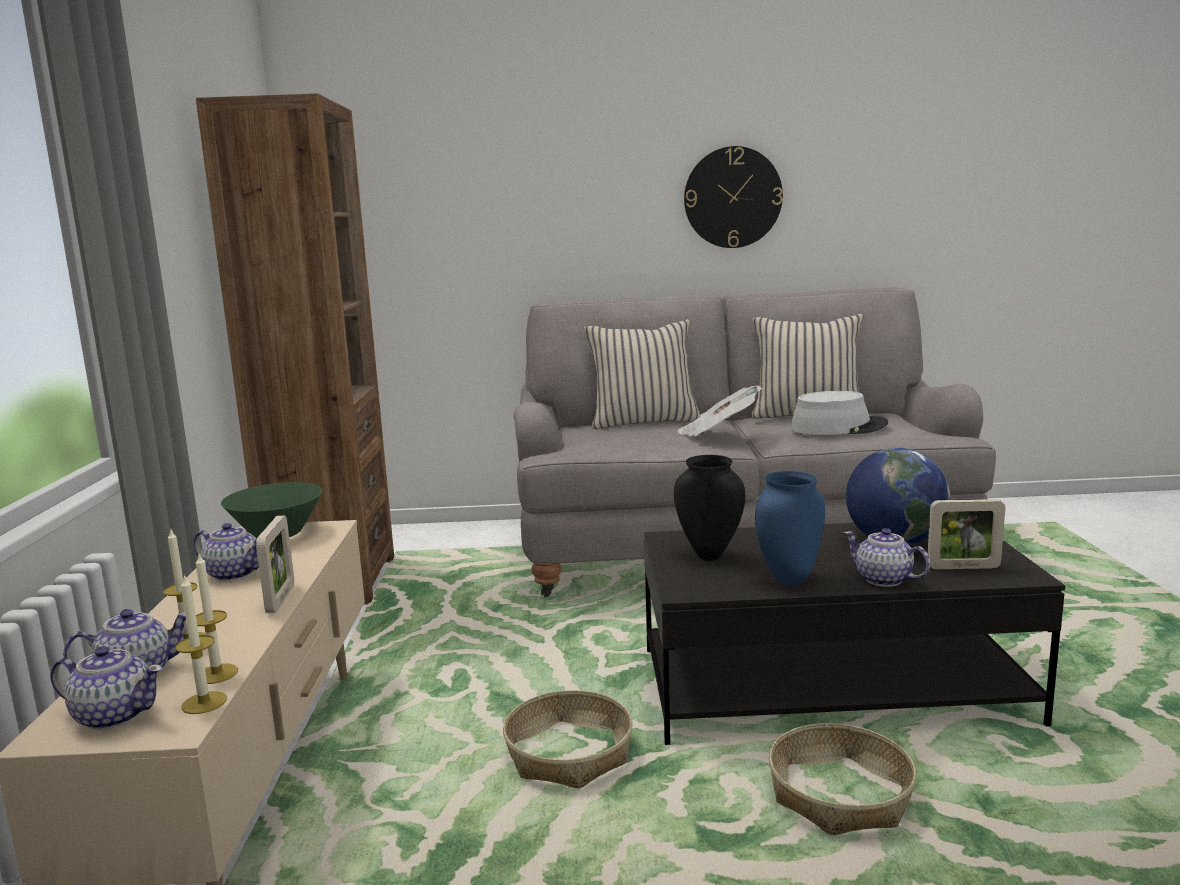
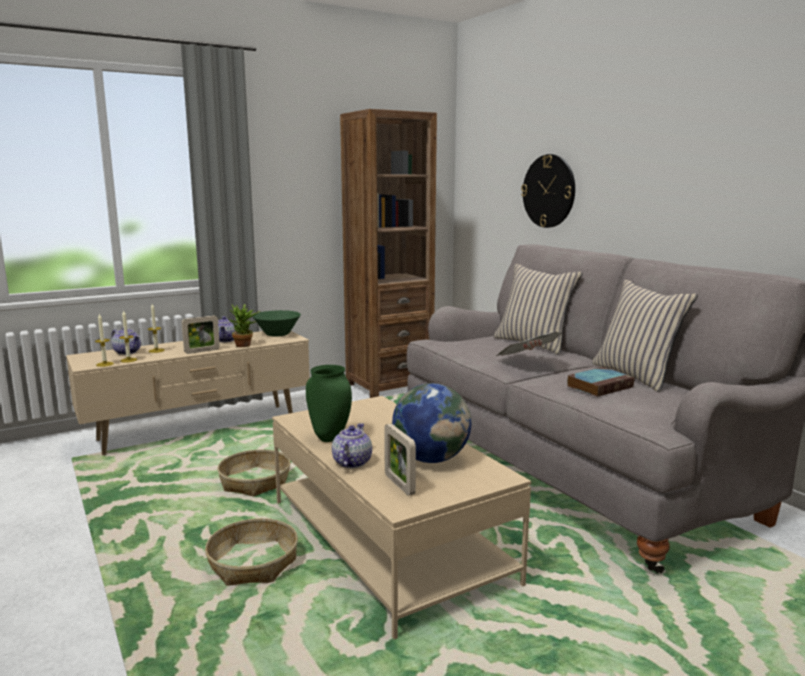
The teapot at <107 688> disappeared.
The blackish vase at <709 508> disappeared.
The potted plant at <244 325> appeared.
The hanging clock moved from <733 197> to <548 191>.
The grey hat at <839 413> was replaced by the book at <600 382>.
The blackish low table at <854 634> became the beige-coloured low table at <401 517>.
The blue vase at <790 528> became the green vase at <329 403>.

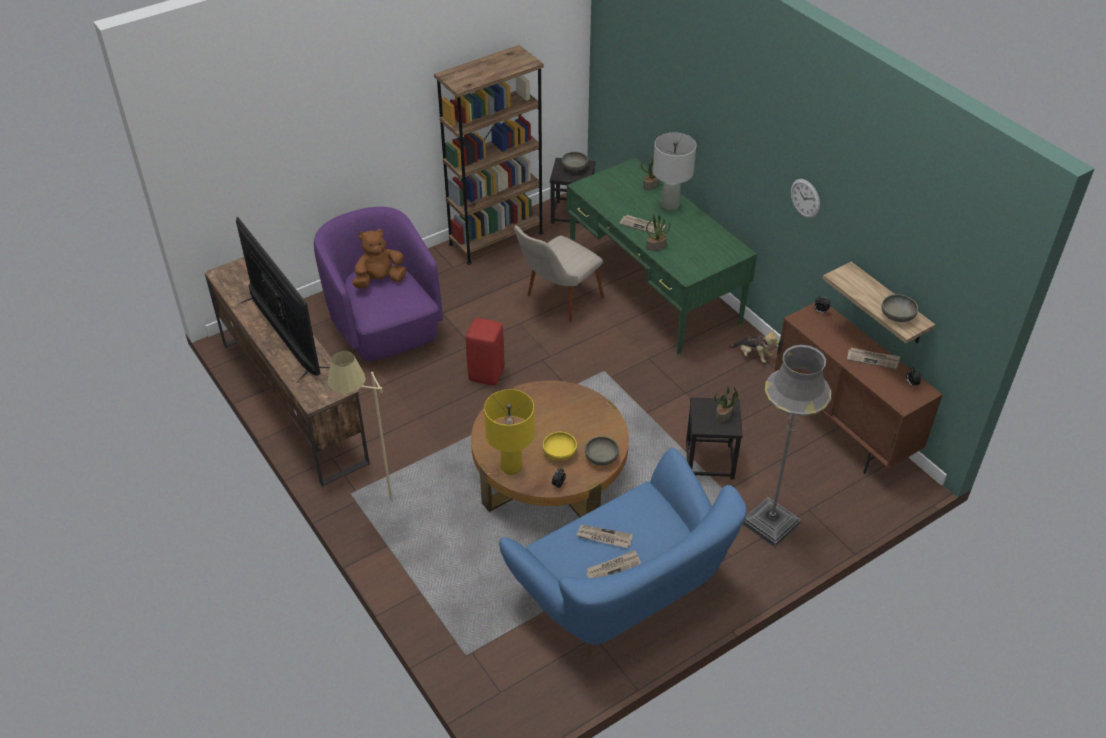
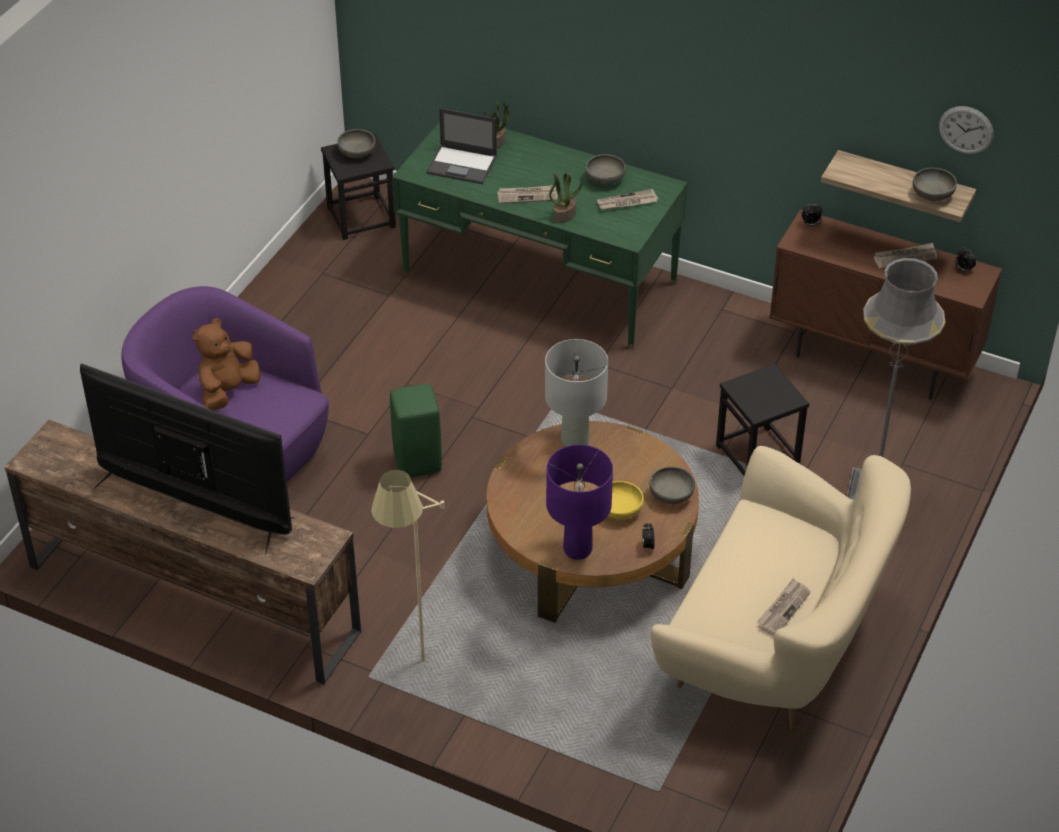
The brownish bookcase at <489 155> disappeared.
The beige-coloured chair at <559 273> disappeared.
The potted plant at <726 404> disappeared.
The cuddly toy at <754 346> disappeared.
The portable computer at <461 146> appeared.
The grey deep dish at <605 169> appeared.
The daily paper moved from <605 536> to <627 200>.
The grey table lamp moved from <674 172> to <576 393>.
The hanging clock moved from <805 199> to <966 130>.
The red-coloured stool at <485 351> became the green stool at <416 430>.
The yellow table lamp at <509 432> became the purple-coloured table lamp at <579 502>.
The blue sofa at <623 553> became the beige-coloured sofa at <780 588>.

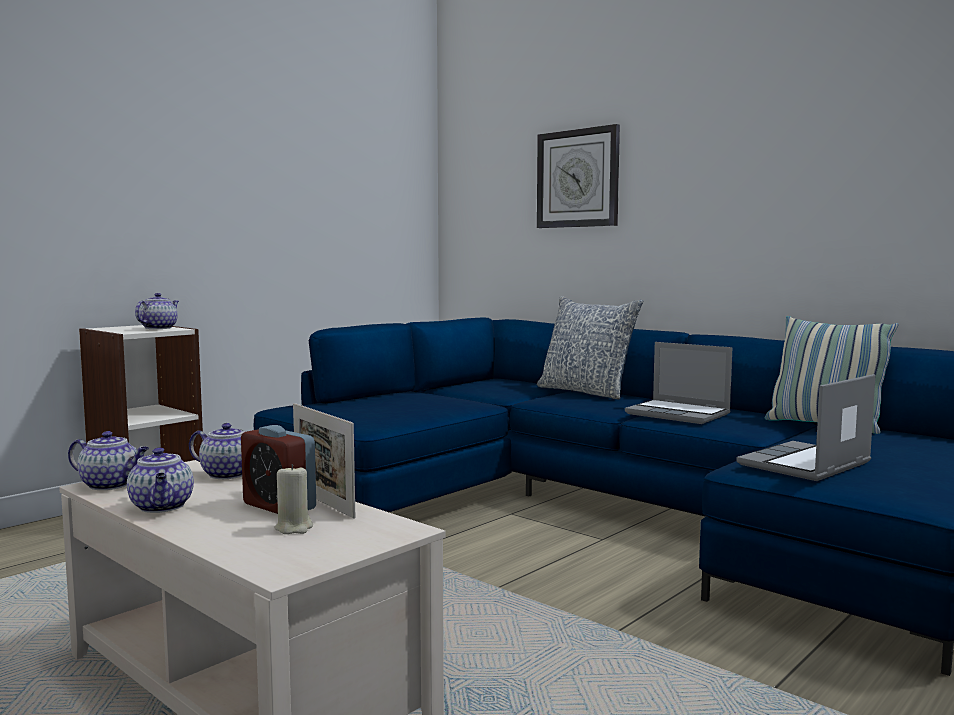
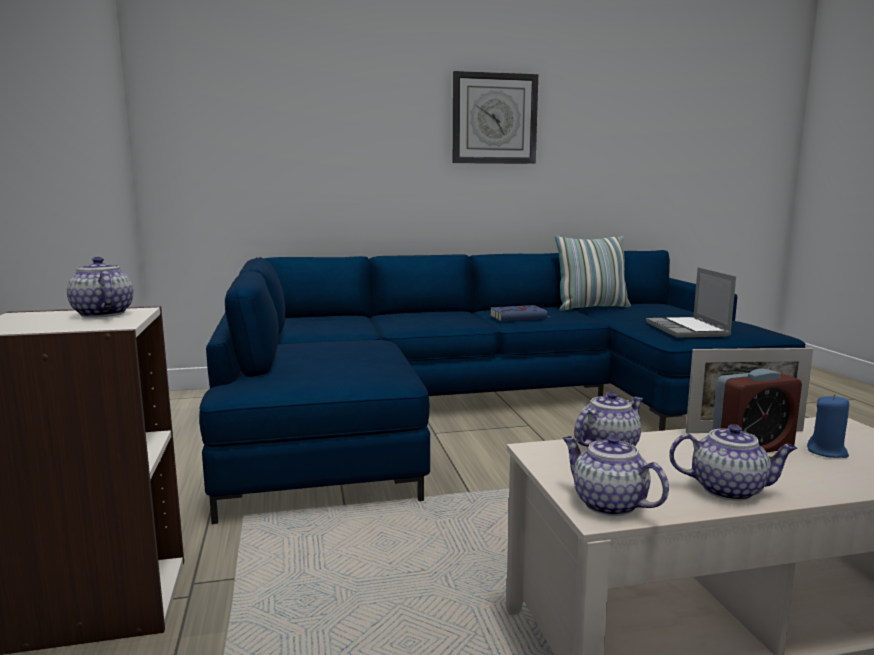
The cushion at <590 348> disappeared.
The hanging clock moved from <578 176> to <495 117>.
The portable computer at <678 383> was replaced by the blue book at <520 313>.
The beige-coloured wax candle at <293 499> became the blue wax candle at <828 426>.
The teapot at <108 460> turned 90 degrees counterclockwise.

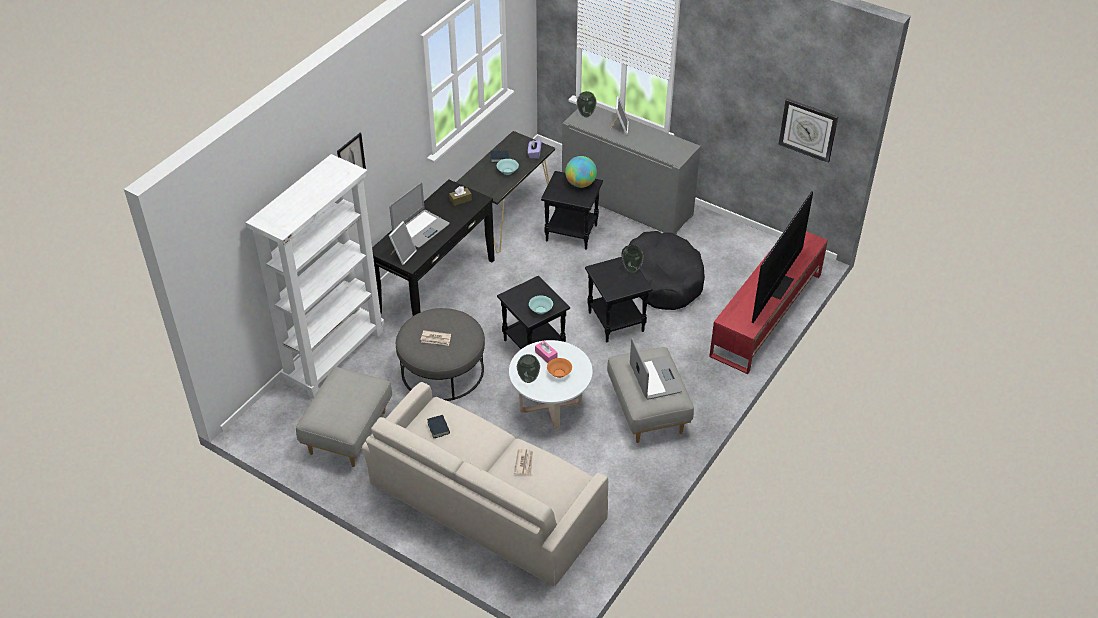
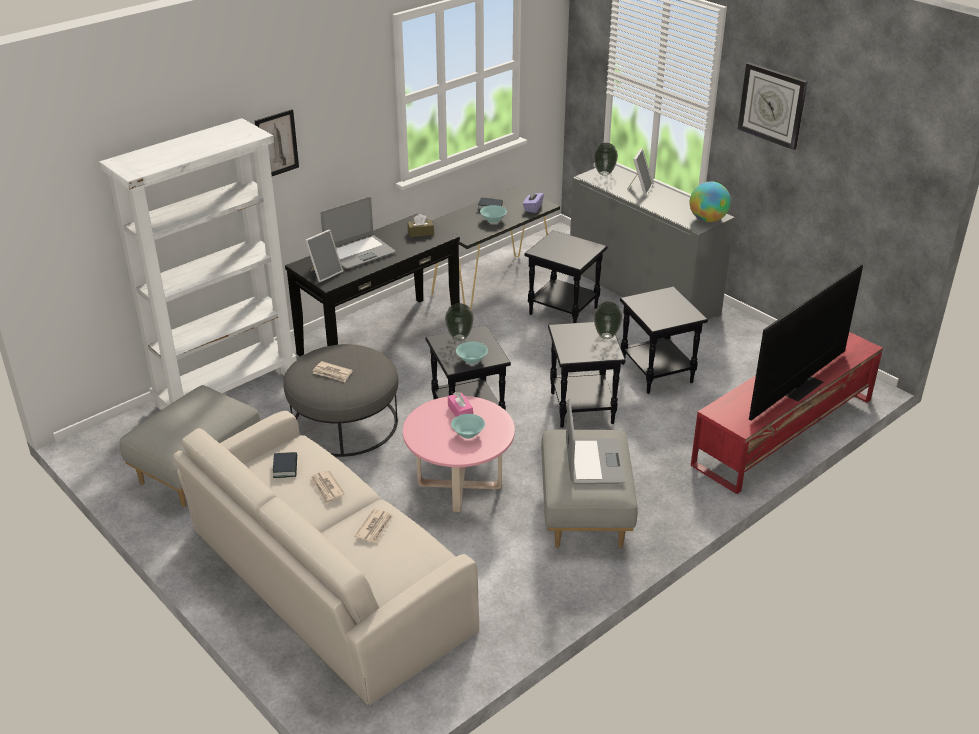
The daily paper at <327 486> appeared.
The vase moved from <528 368> to <459 322>.
The desk globe moved from <581 172> to <710 201>.
The hanging clock moved from <808 130> to <772 106>.
The blackish dog bed at <663 270> was replaced by the blackish side table at <664 340>.
The white-coloured low table at <551 385> became the pink-coloured low table at <459 454>.
The orangey deep dish at <559 368> became the blue-green deep dish at <468 426>.

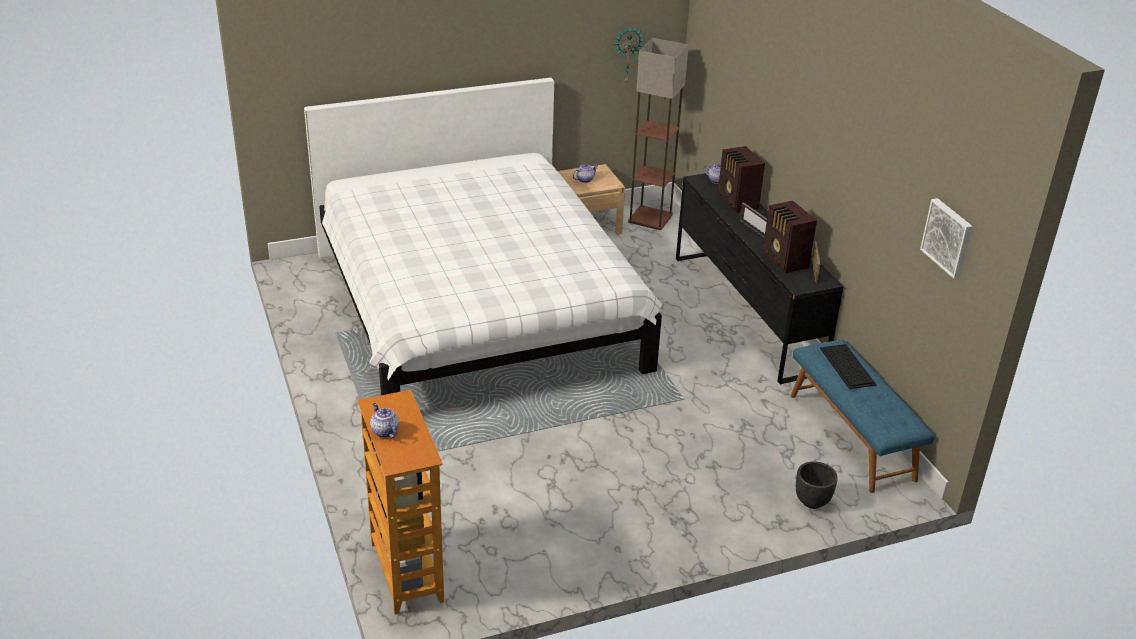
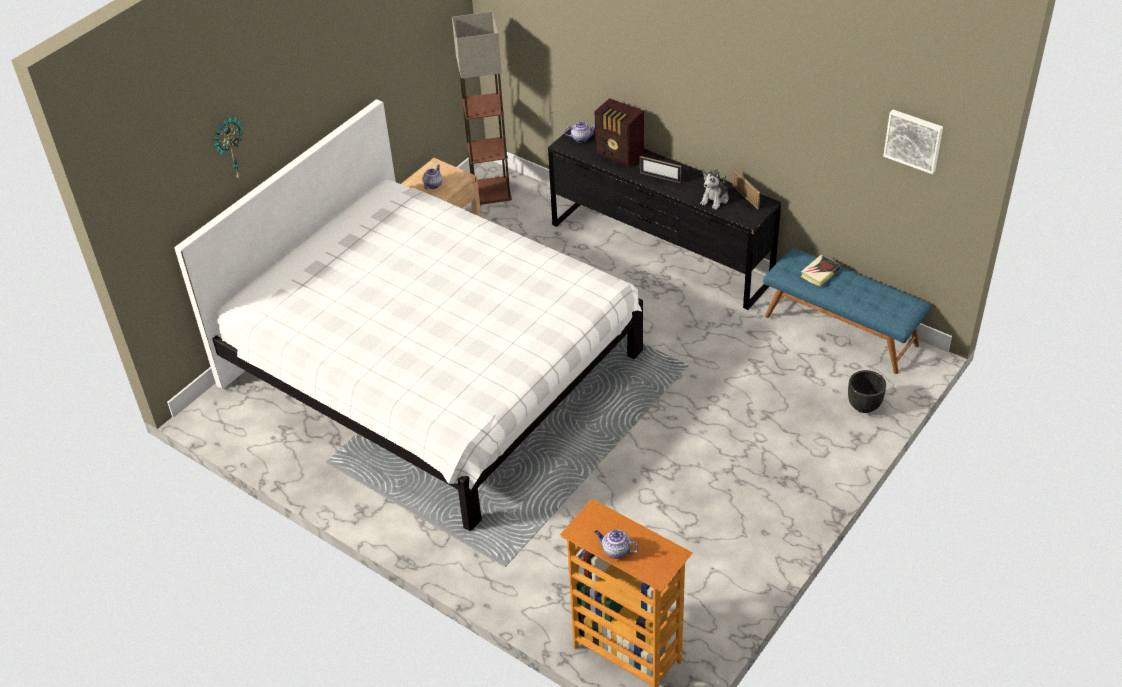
The hanging clock moved from <630 55> to <228 148>.
The radio at <789 237> was replaced by the cuddly toy at <714 189>.
The computer keyboard at <848 366> was replaced by the book at <821 271>.

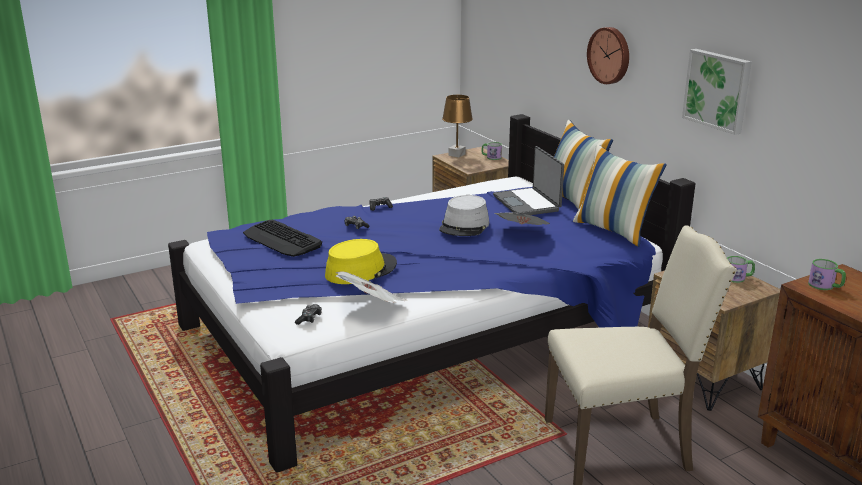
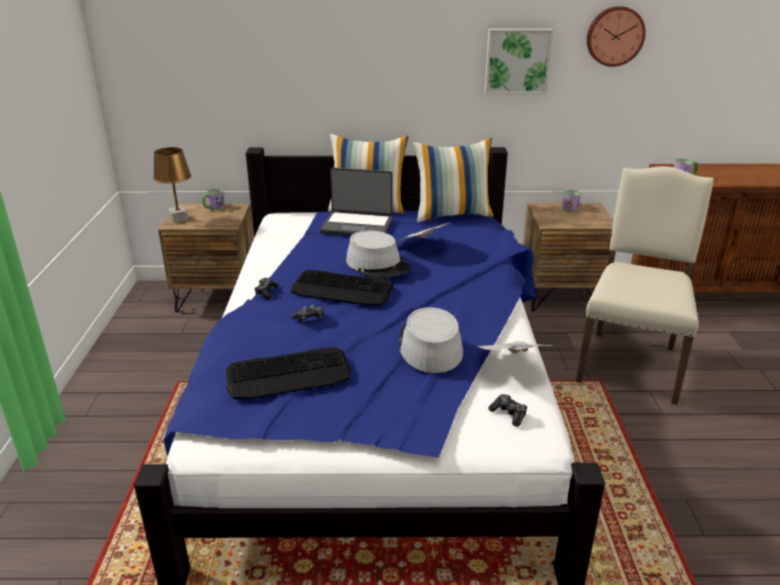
The computer keyboard at <342 287> appeared.
The hanging clock moved from <608 55> to <616 36>.
The yellow hat at <361 261> became the grey hat at <431 340>.

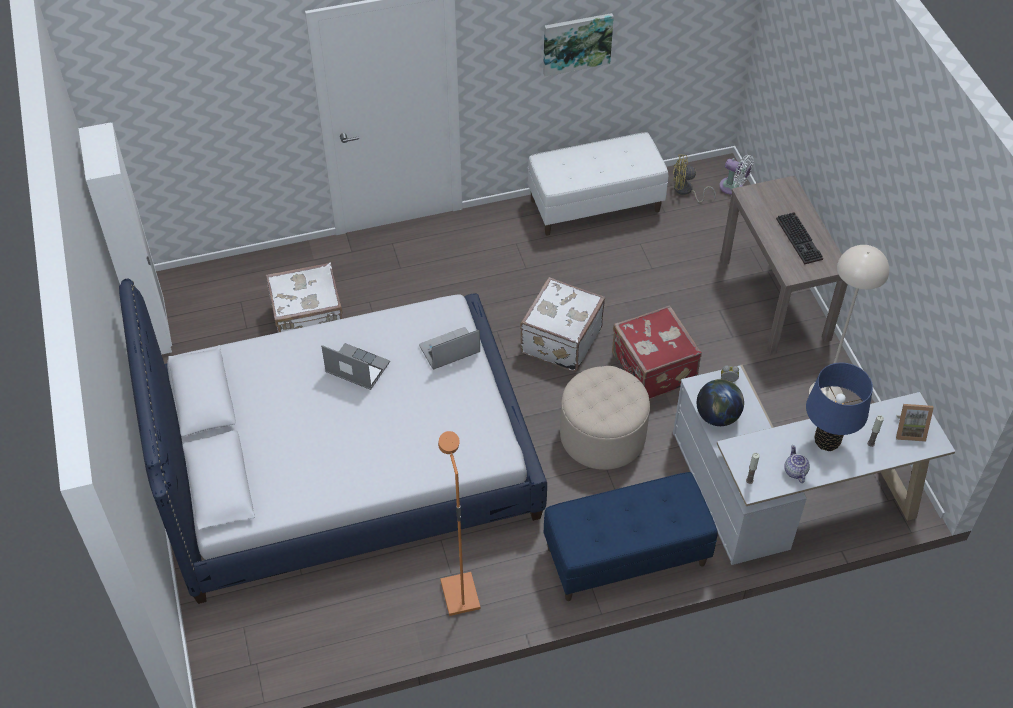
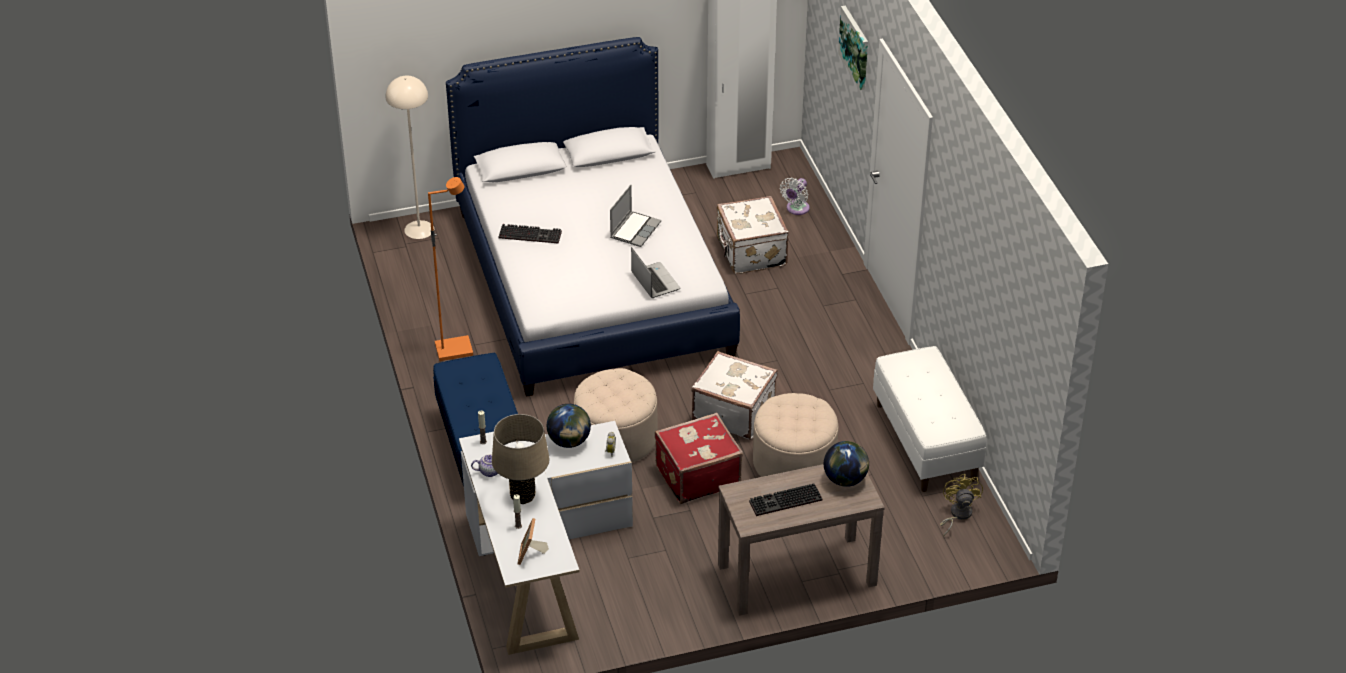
The computer keyboard at <530 234> appeared.
The beige-coloured pouffe at <795 435> appeared.
The desk globe at <846 464> appeared.
The wall picture moved from <578 44> to <853 48>.
The white-coloured electric fan moved from <736 175> to <795 196>.
The beige-coloured standard lamp moved from <849 323> to <410 157>.
The blue table lamp at <839 407> became the beige-coloured table lamp at <520 459>.

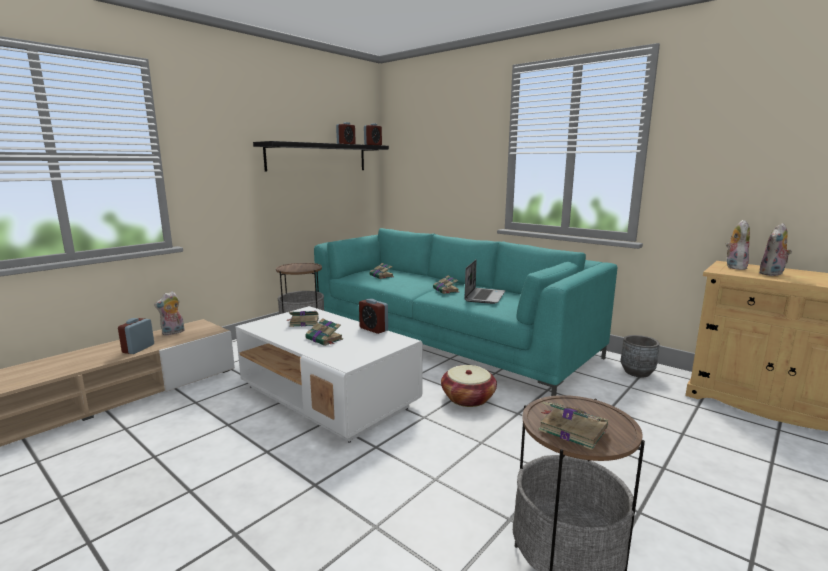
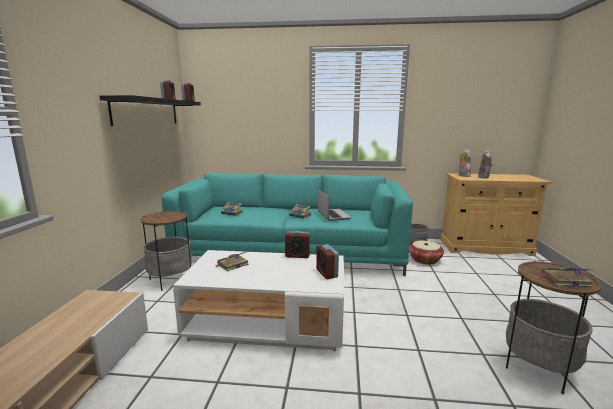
The cuddly toy at <169 313> disappeared.
The book at <324 332> disappeared.
The bedside clock moved from <136 336> to <327 261>.
The basket moved from <469 386> to <426 252>.

